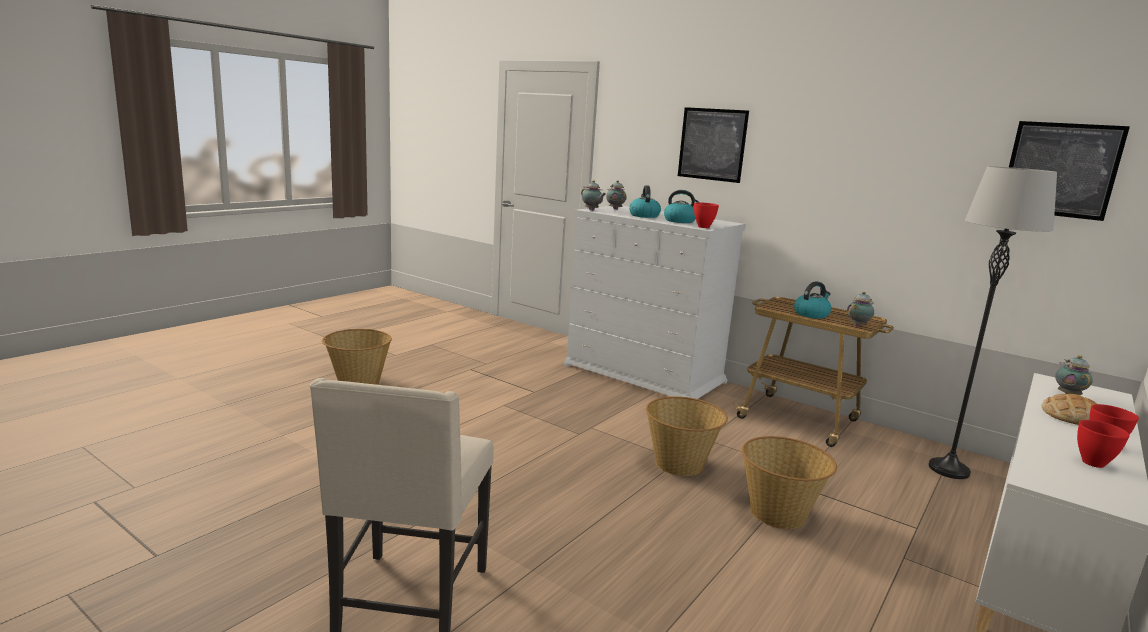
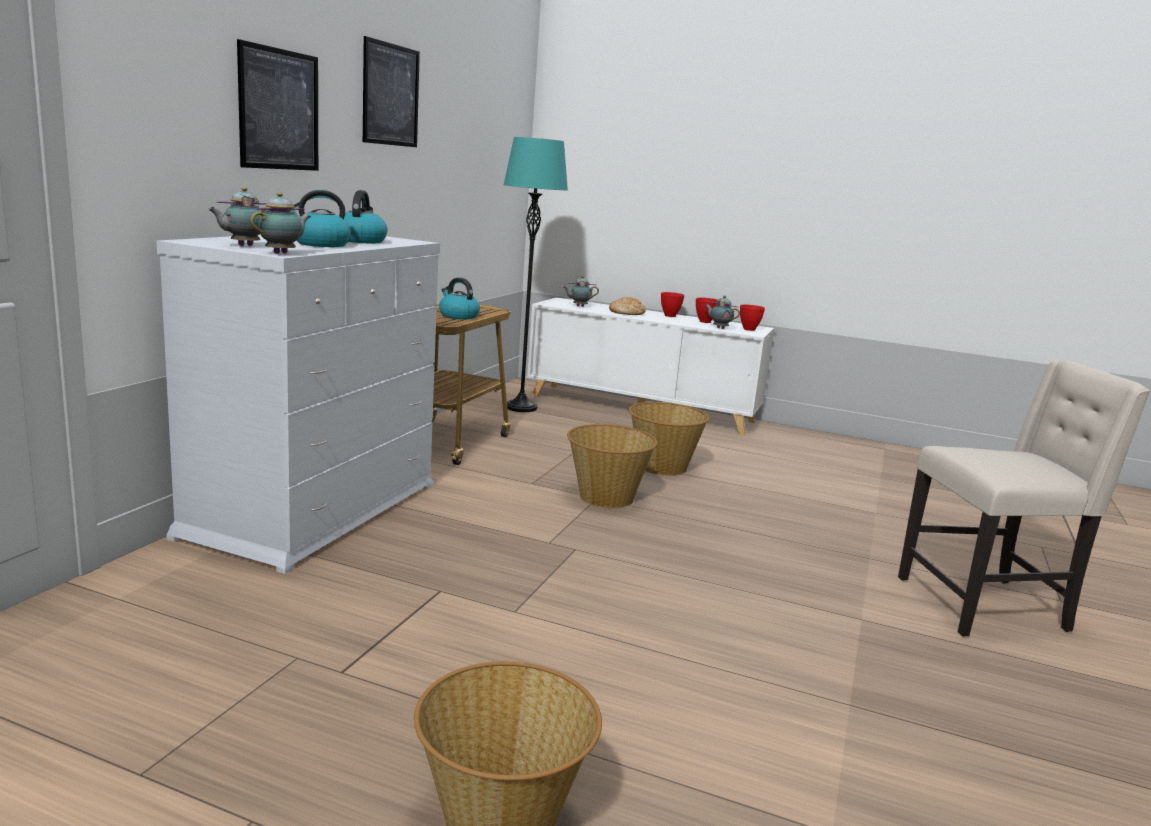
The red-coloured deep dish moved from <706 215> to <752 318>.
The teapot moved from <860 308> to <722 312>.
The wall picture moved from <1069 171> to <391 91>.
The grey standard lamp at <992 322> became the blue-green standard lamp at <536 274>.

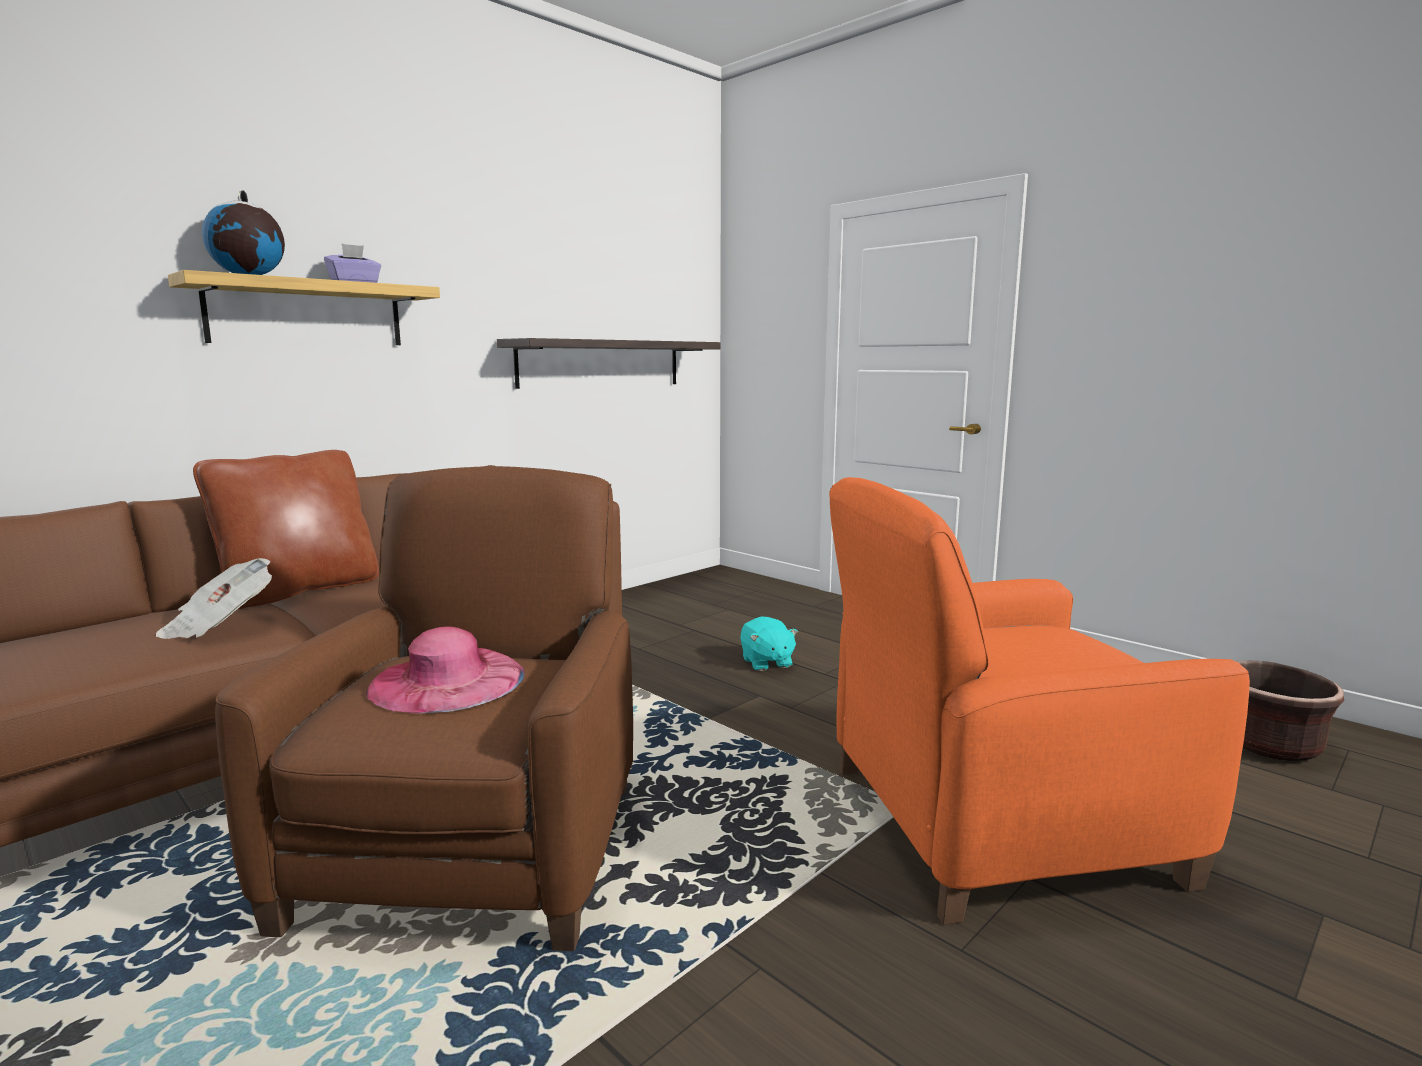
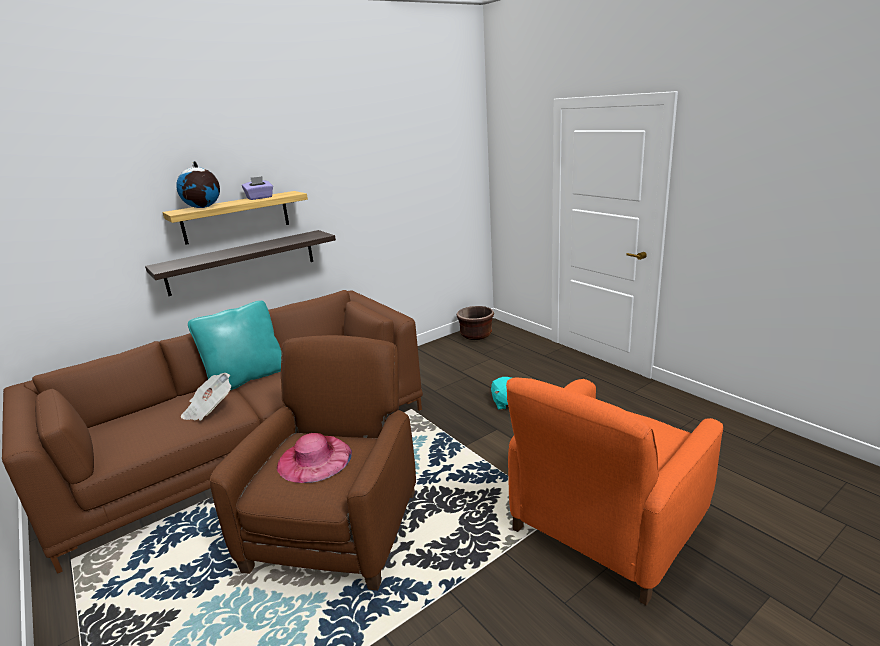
The bracket shelf moved from <609 363> to <240 263>.
The brownish flower pot moved from <1290 710> to <475 323>.
The brownish cushion at <286 529> became the blue-green cushion at <235 345>.
The orangey easy chair at <1039 701> turned 45 degrees counterclockwise.

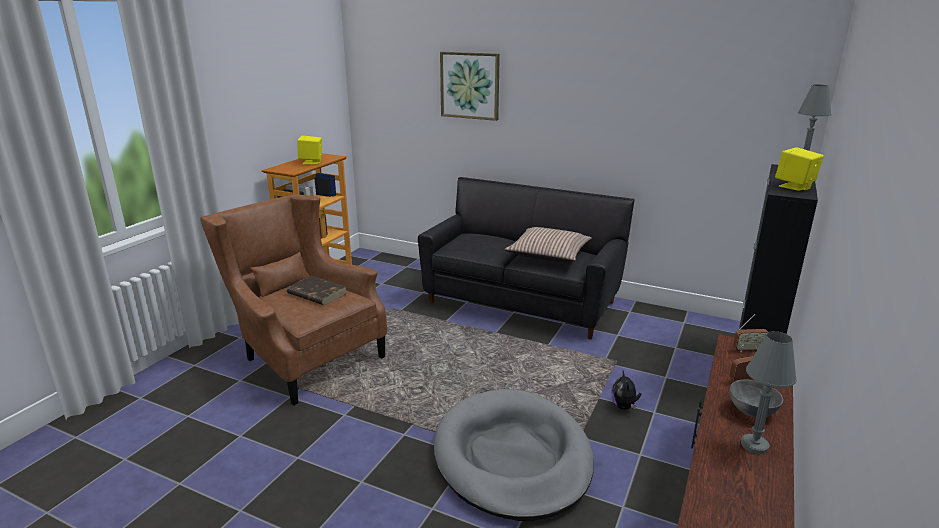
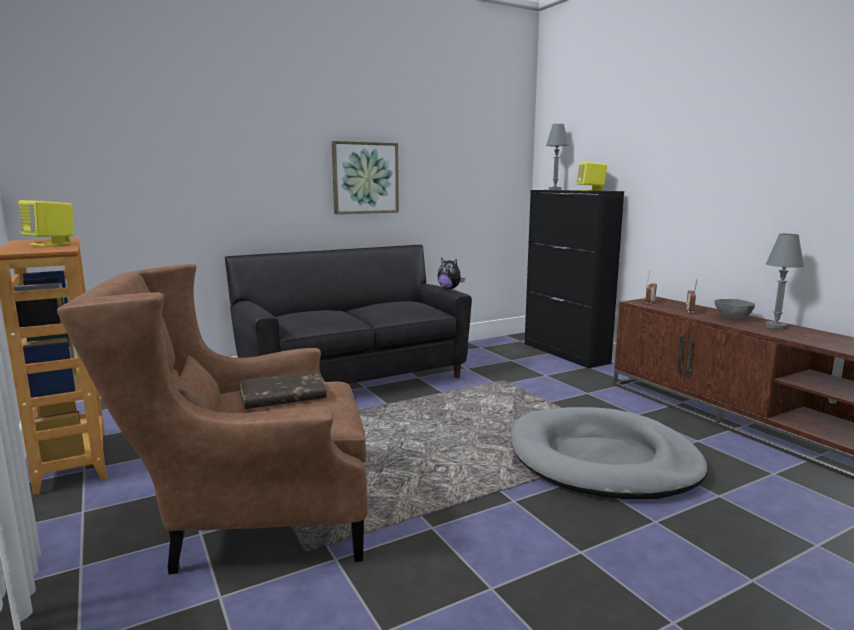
The cushion at <548 244> disappeared.
The wall picture moved from <470 86> to <365 177>.
The cuddly toy moved from <626 390> to <451 273>.

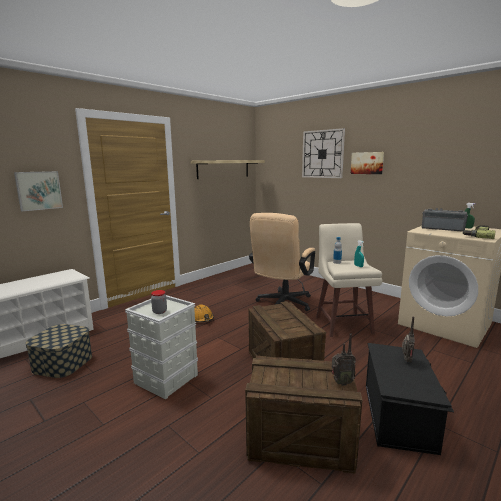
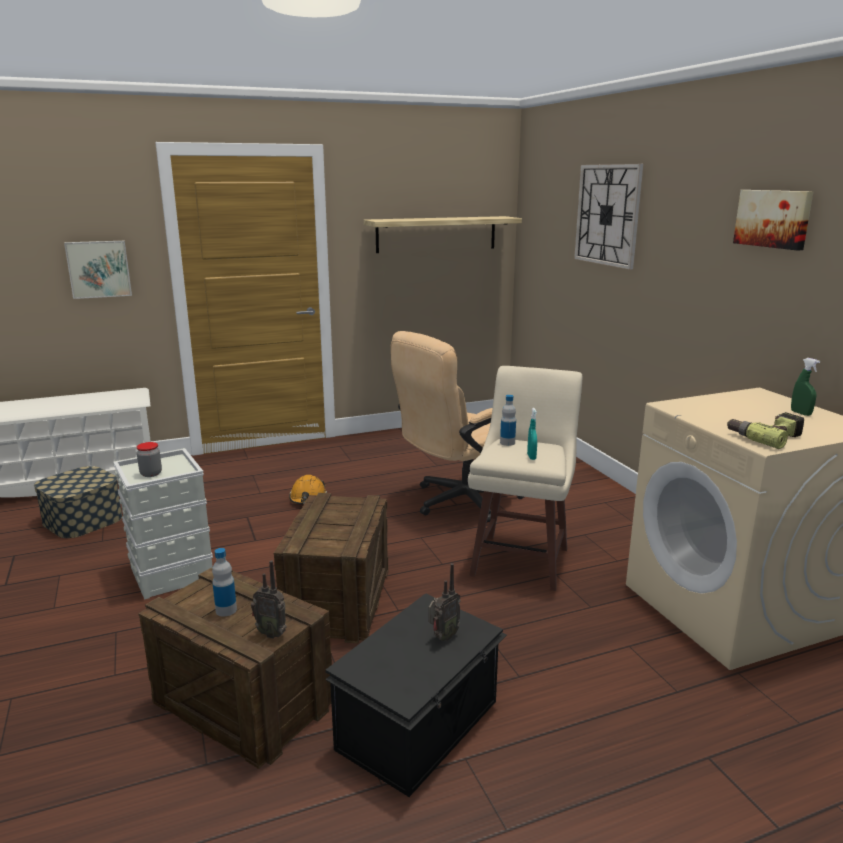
The radio at <445 220> disappeared.
The bottle at <224 582> appeared.
The wall picture moved from <367 163> to <773 220>.

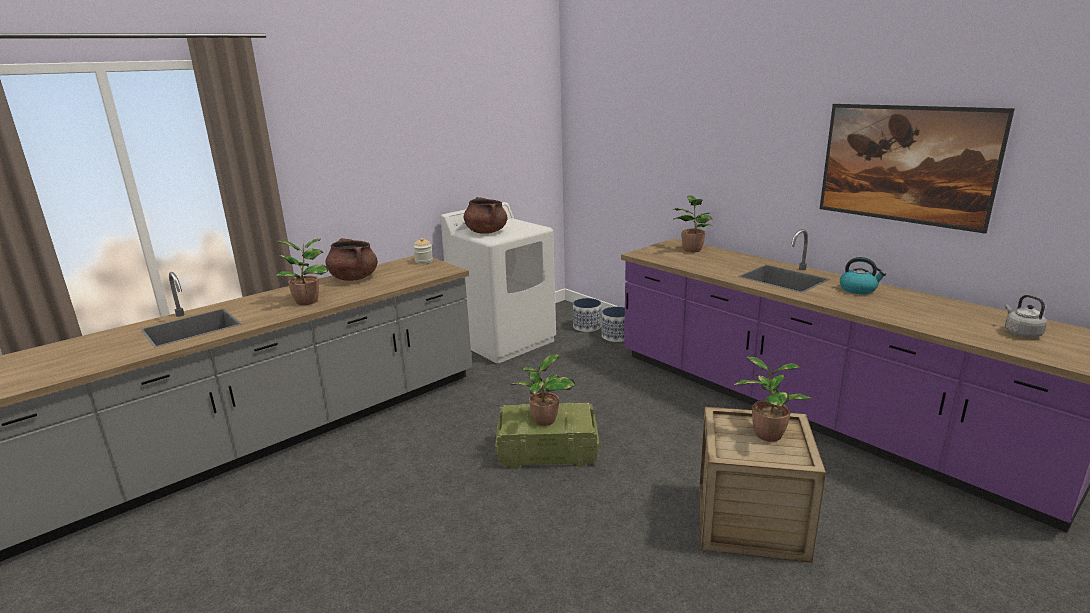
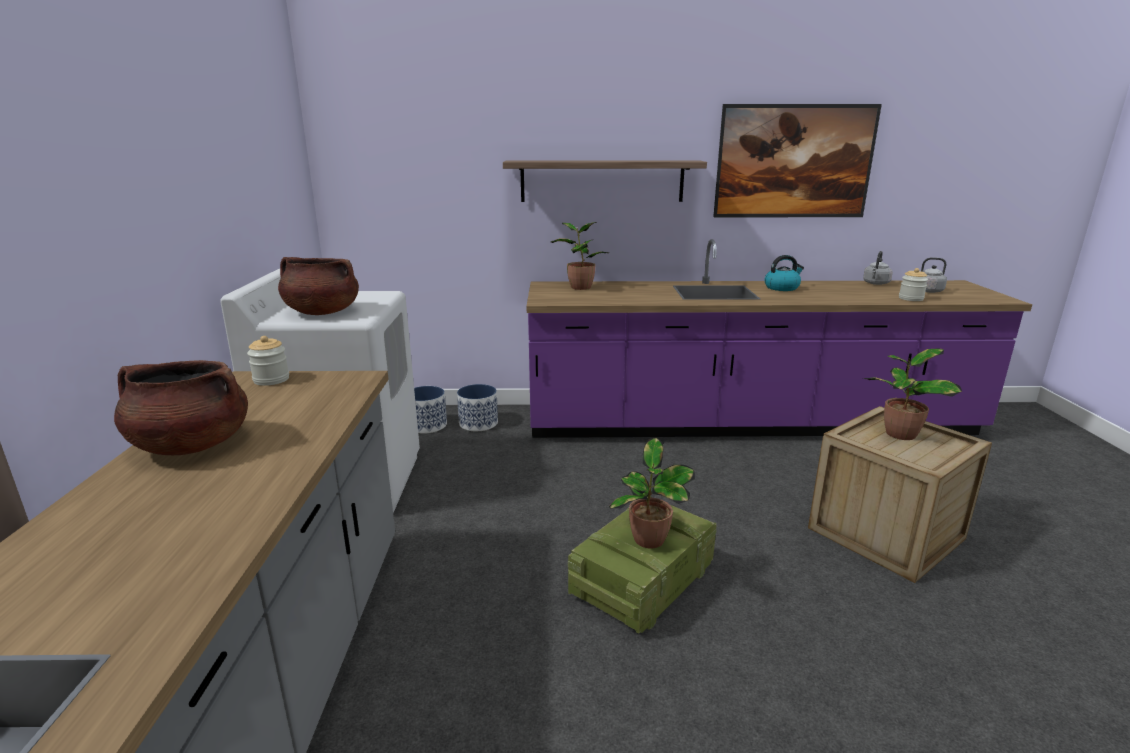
The potted plant at <301 272> disappeared.
The bracket shelf at <605 181> appeared.
The grey kettle at <878 268> appeared.
The jar at <913 284> appeared.

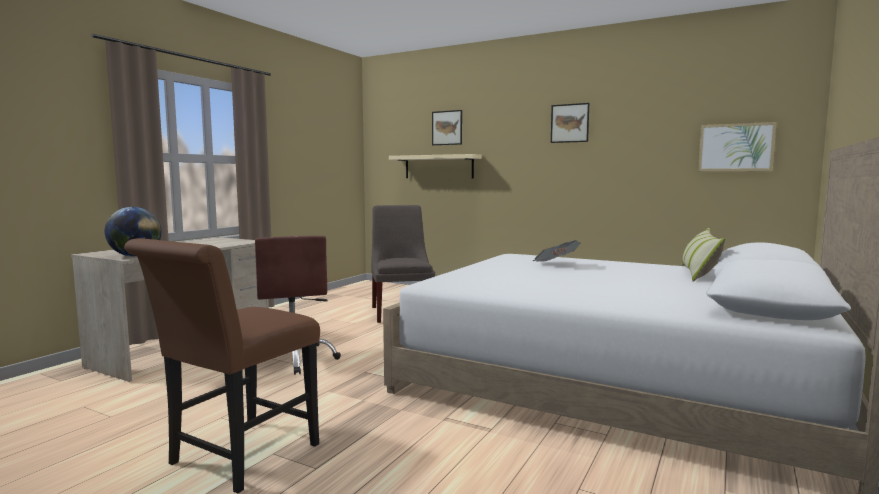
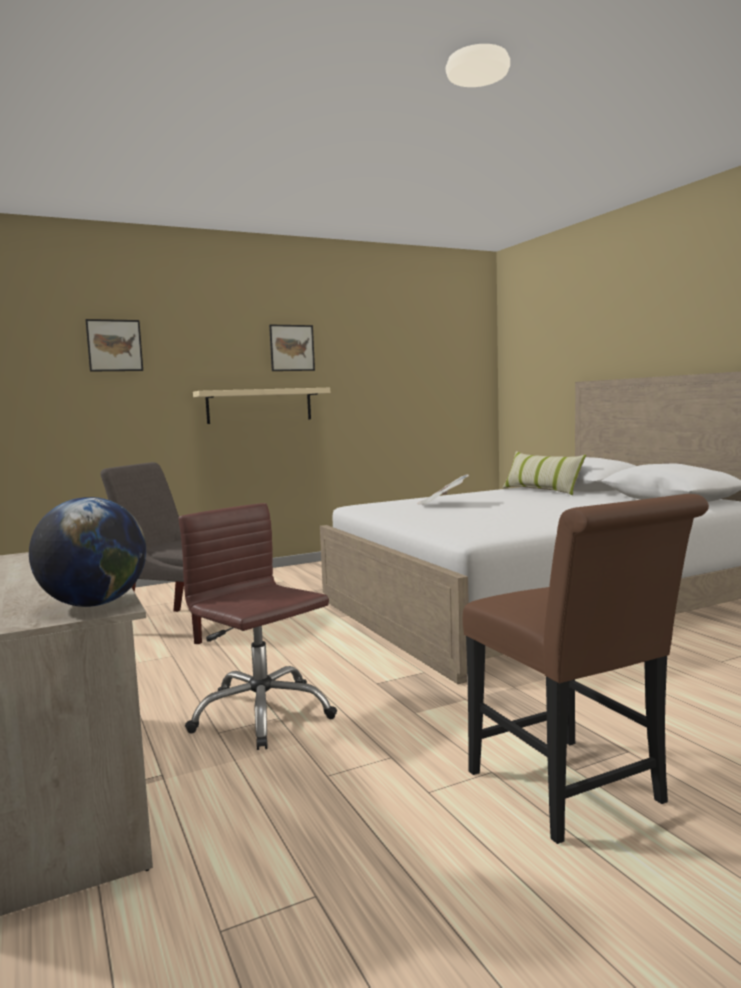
The wall picture at <737 146> disappeared.
The beige-coloured bracket shelf moved from <435 166> to <261 406>.
The brownish computer chair at <298 305> turned 150 degrees counterclockwise.

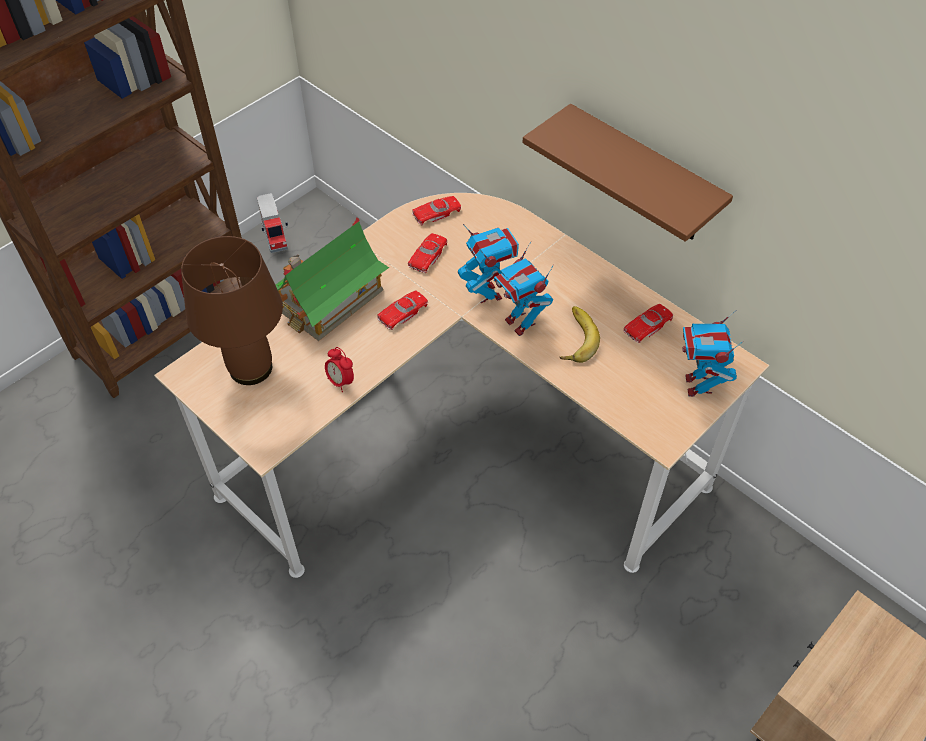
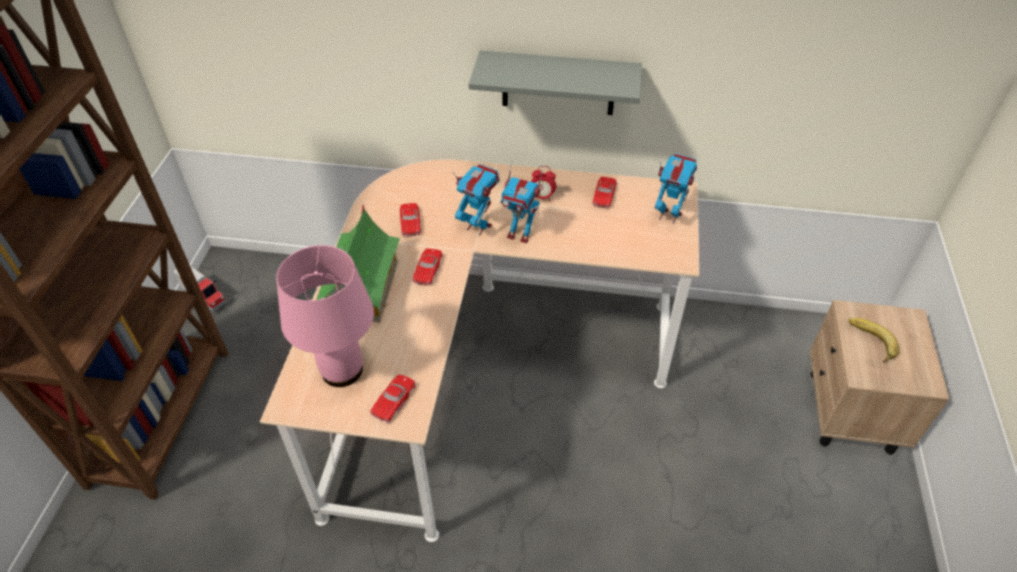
The bedside clock moved from <339 369> to <543 184>.
The red-coloured model car moved from <436 210> to <393 398>.
The banana fruit moved from <580 334> to <873 340>.
The brownish table lamp at <232 310> became the pink-coloured table lamp at <325 316>.
The brownish bracket shelf at <627 173> became the grey bracket shelf at <555 83>.
The model robot at <712 353> turned 150 degrees clockwise.

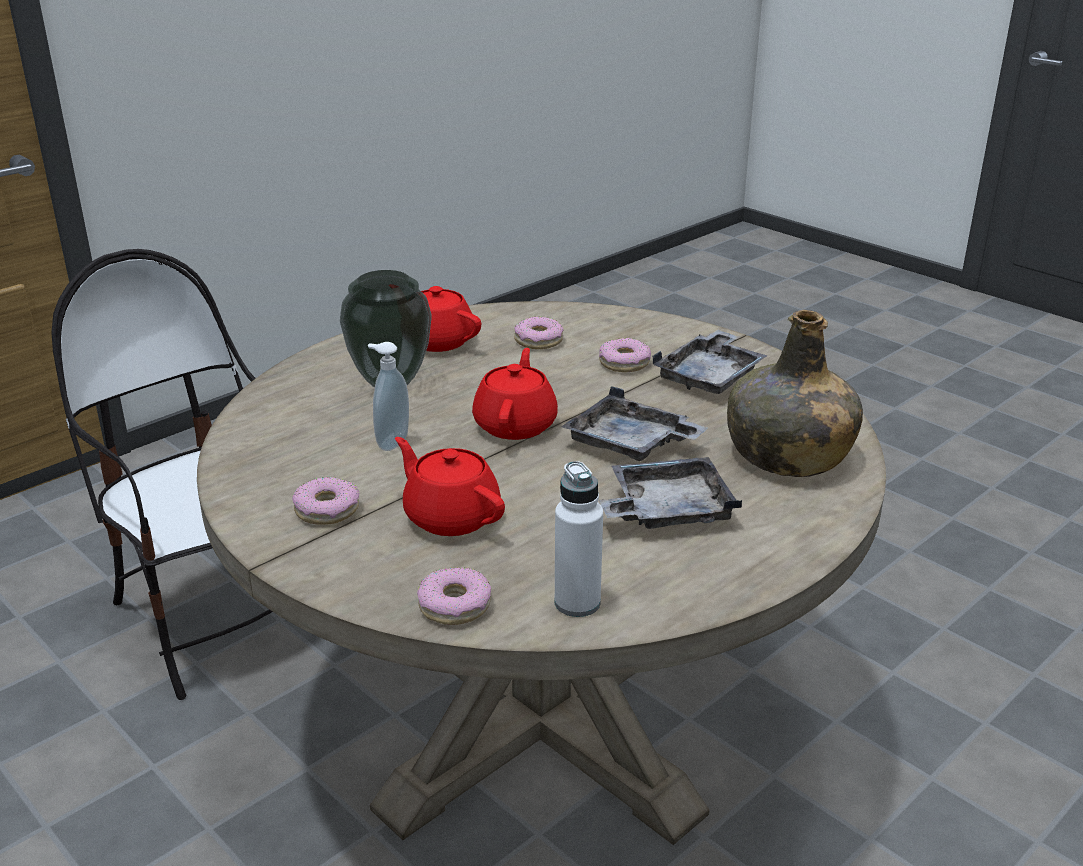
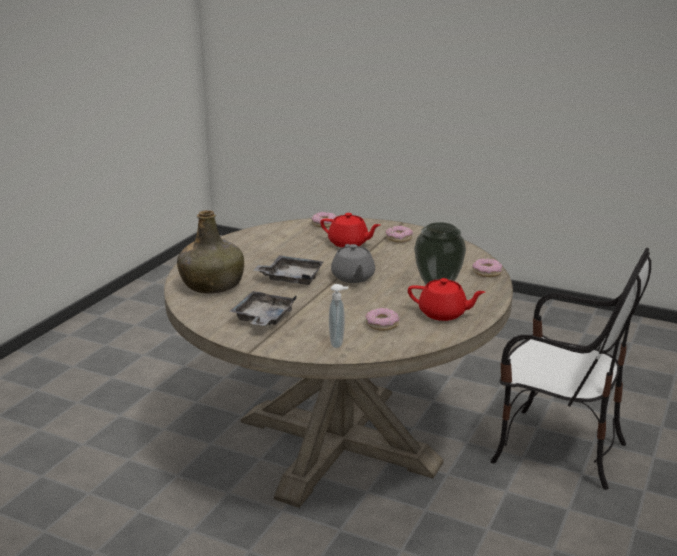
The white-coloured bottle at <579 539> disappeared.
The grey serving tray at <670 493> disappeared.
The soap dispenser moved from <388 396> to <339 316>.
The donut moved from <625 355> to <487 268>.
The red-coloured teapot at <515 394> became the grey teapot at <353 263>.

